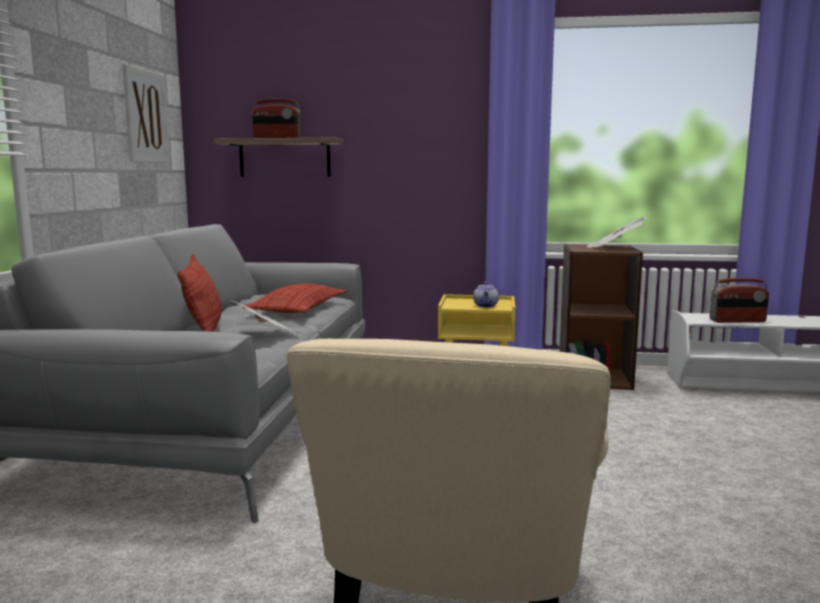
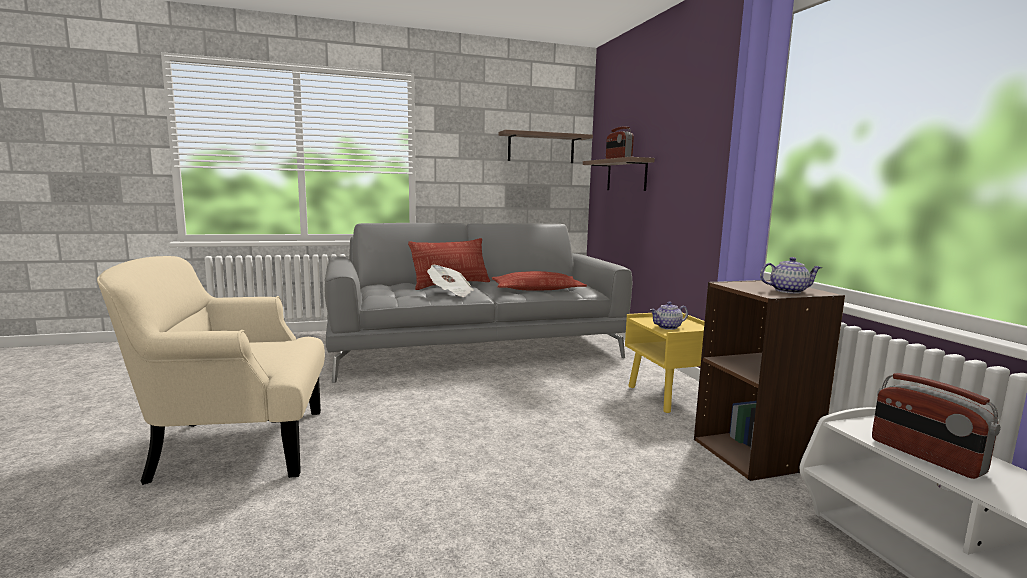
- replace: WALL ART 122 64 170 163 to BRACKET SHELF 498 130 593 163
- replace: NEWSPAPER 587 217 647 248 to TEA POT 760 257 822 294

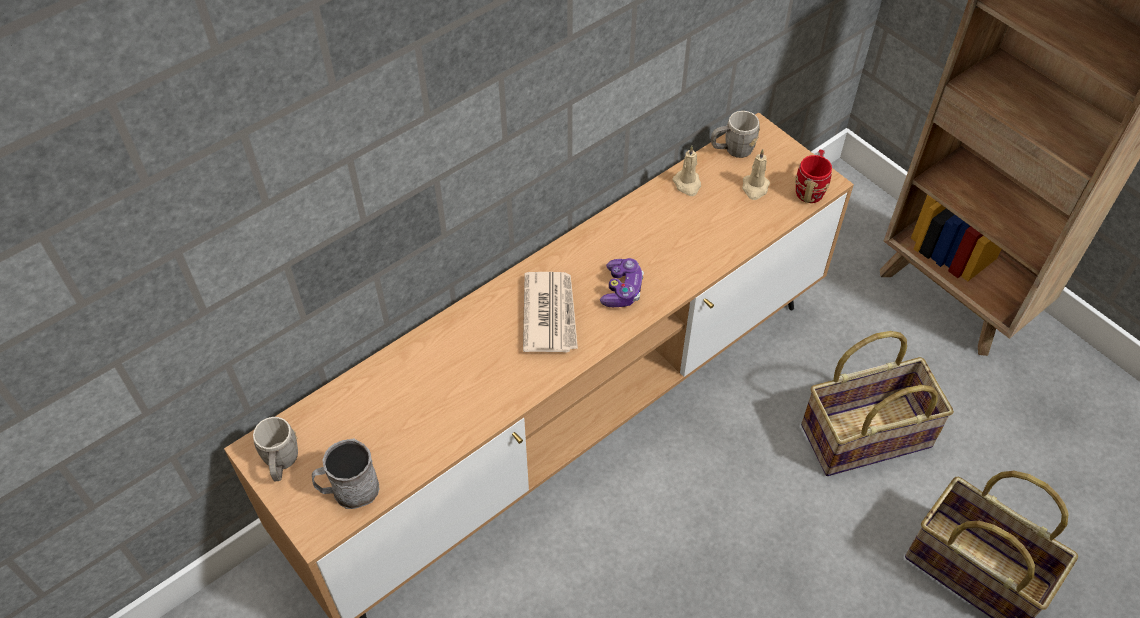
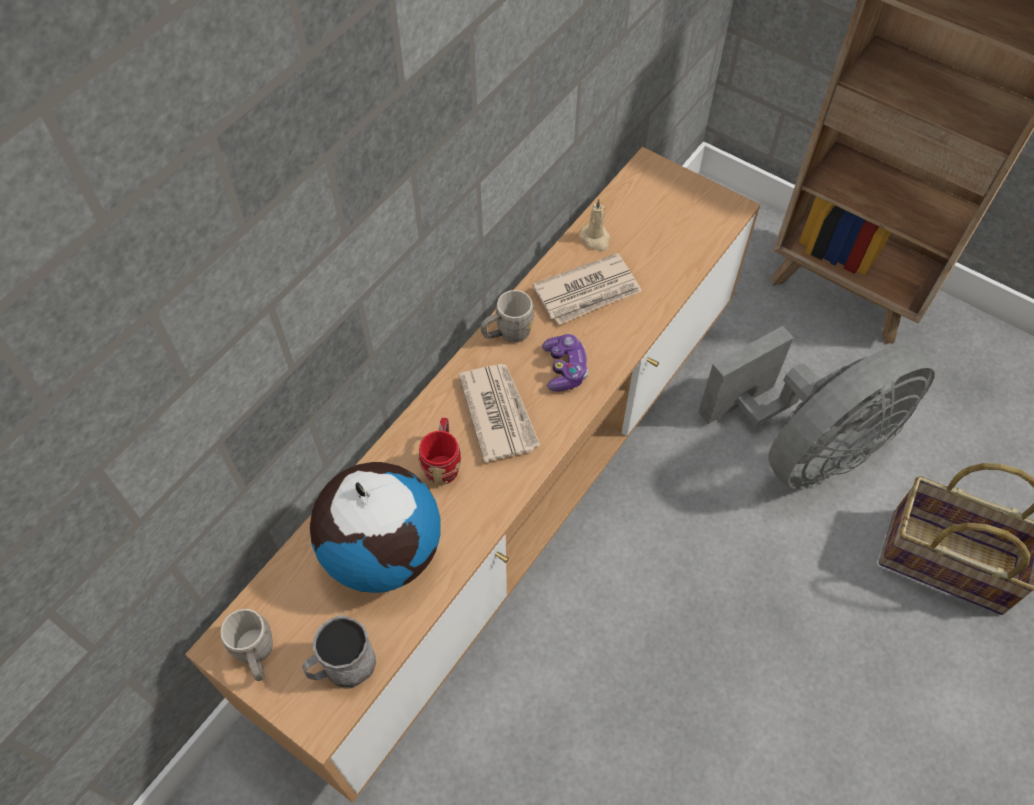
- delete: BEIGE-COLOURED WAX LIGHT 742 149 770 200
- insert: DESK GLOBE 310 462 441 593
- insert: NEWSPAPER 532 253 642 325
- move: GRAY MUG 711 111 760 158 to 481 290 534 343
- move: REDDISH MUG 795 150 832 203 to 418 418 461 486
- replace: STORAGE BASKET 801 331 954 476 to GRAY COOLING FAN 698 326 935 489

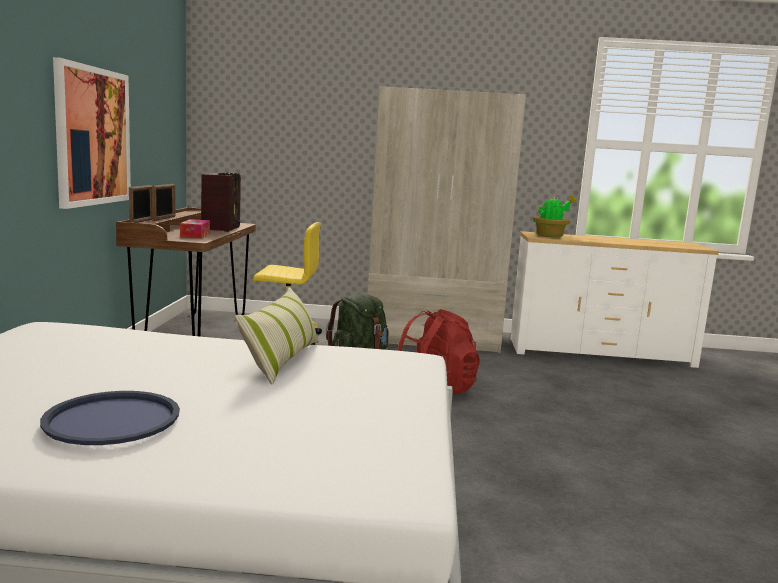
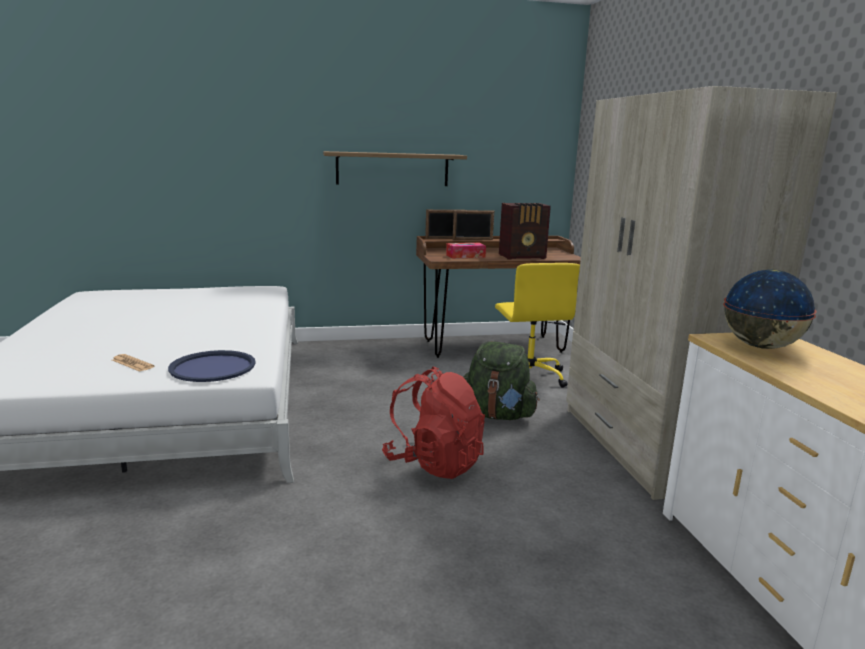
- delete: PILLOW 235 287 319 384
- insert: NEWSPAPER 112 354 154 372
- move: BLUISH TRAY 40 391 180 445 to 168 350 256 382
- replace: WALL ART 53 57 131 209 to BRACKET SHELF 323 151 467 186
- replace: PLANT IN A POT 533 195 577 237 to DESK GLOBE 723 270 817 349

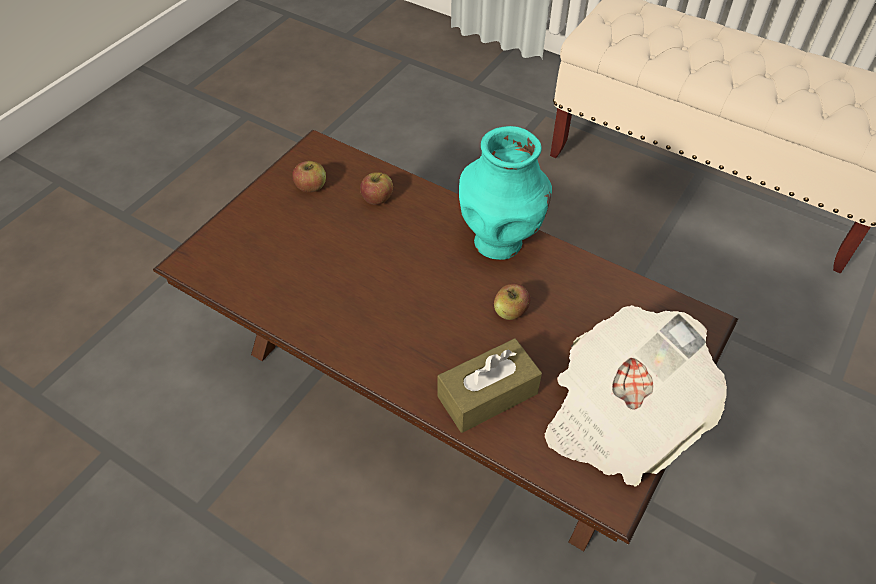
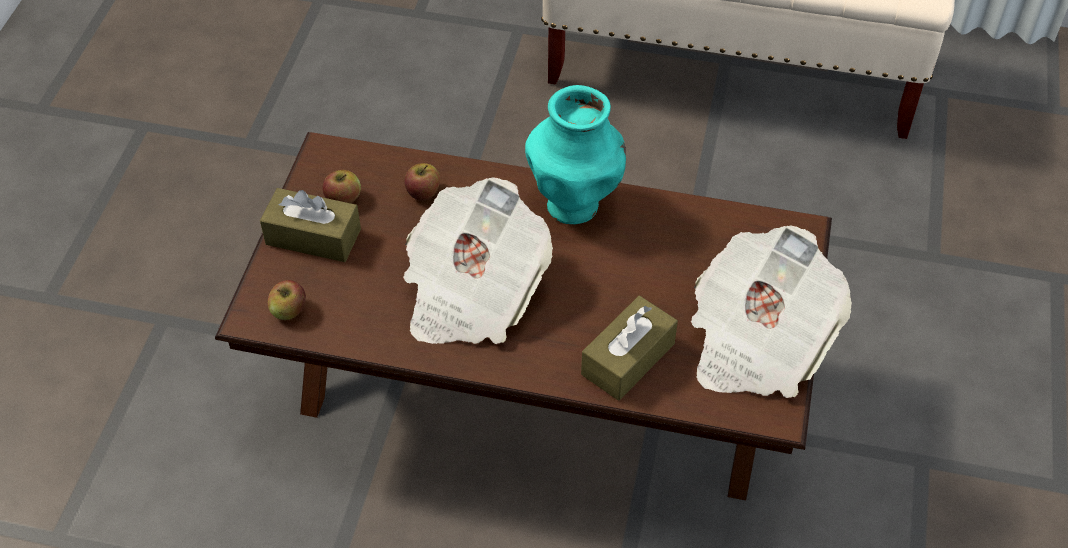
- insert: BROWNISH BOX OF TISSUES 260 188 361 262
- insert: NEWSPAPER 403 177 553 344
- move: APPLE 494 283 530 320 to 268 280 306 320

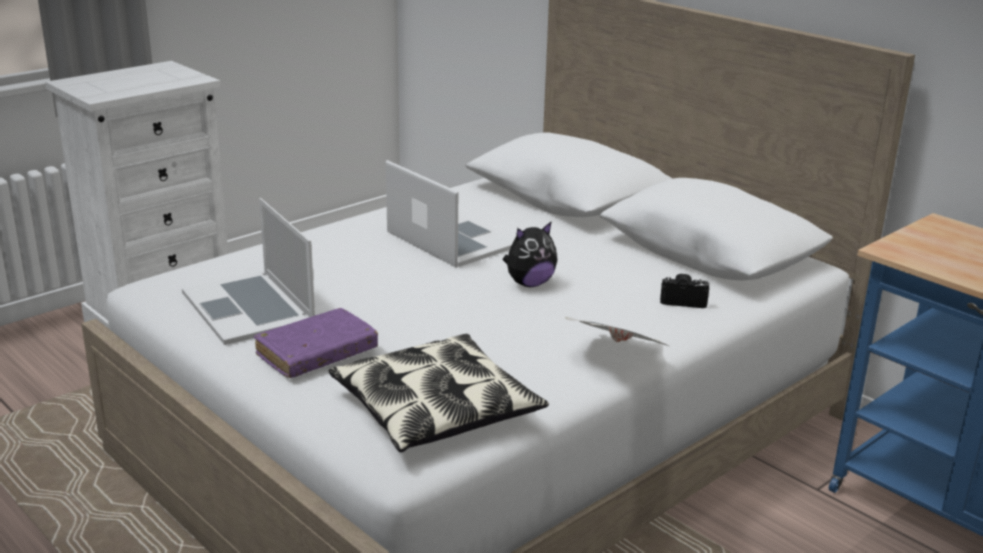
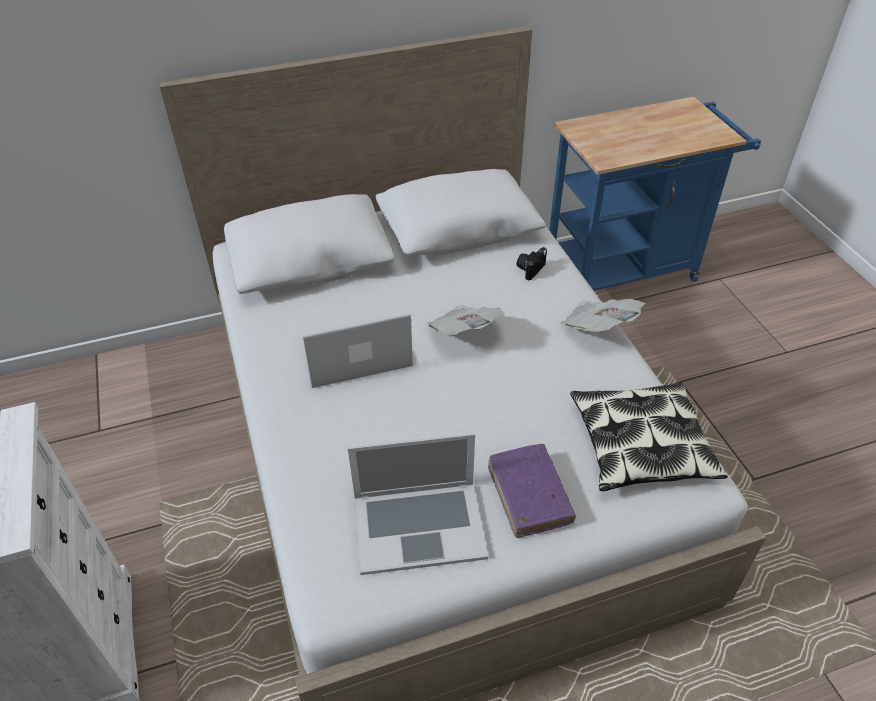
- replace: PLUSH TOY 503 221 557 287 to NEWSPAPER 427 305 505 335

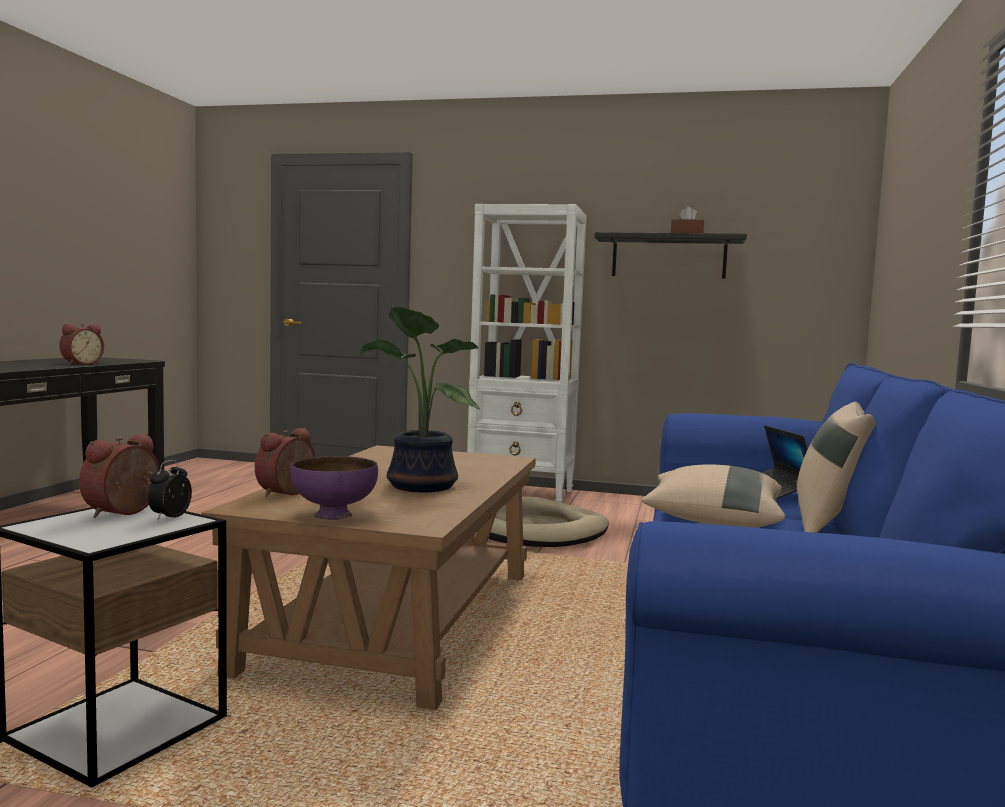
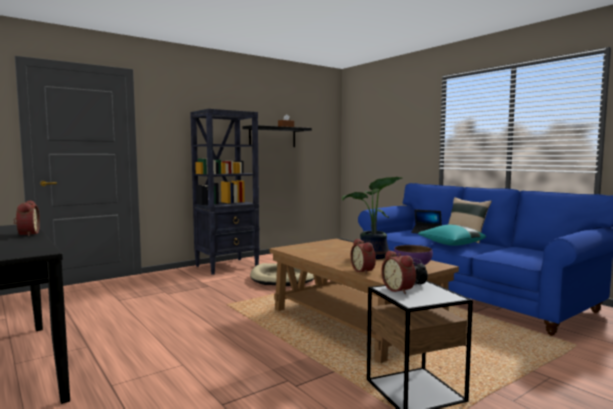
- recolor: WHITE BOOKCASE 467 204 587 503 to BLACK BOOKCASE 190 109 260 275
- recolor: BEIGE-COLOURED PILLOW 641 465 785 528 to TURQUOISE-COLOURED PILLOW 418 224 486 246

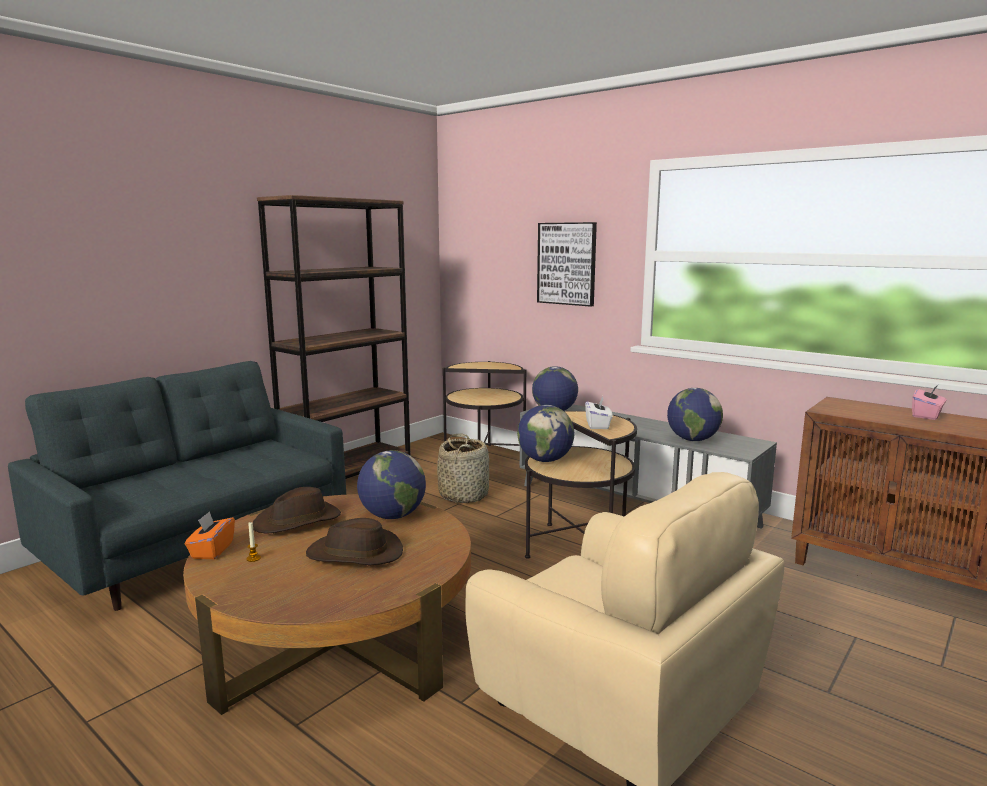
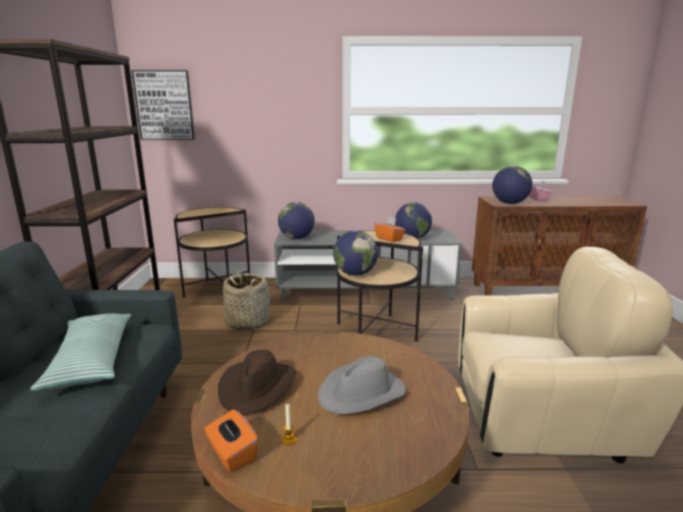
- insert: PILLOW 30 313 131 391
- move: DESK GLOBE 357 450 426 519 to 492 166 533 204
- move: WALL ART 537 222 597 307 to 131 70 195 140
- recolor: BROWNISH HAT 306 518 403 565 to GRAY HAT 318 356 406 414
- recolor: WHITE BOX OF TISSUES 585 396 612 429 to ORANGE BOX OF TISSUES 374 216 405 242

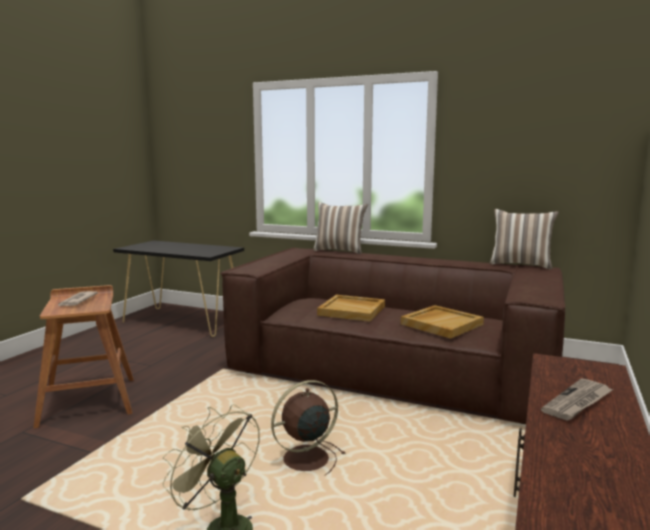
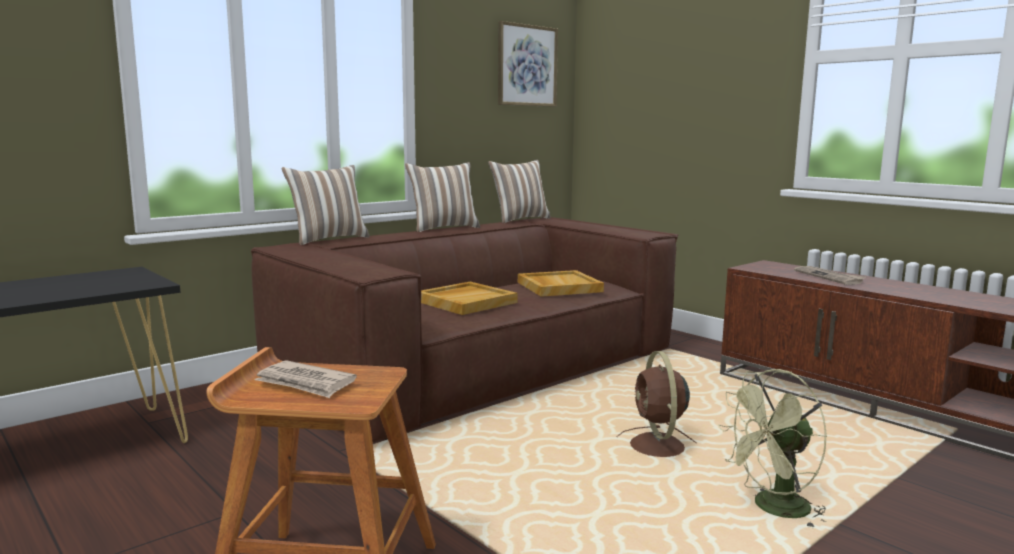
- insert: PILLOW 405 162 480 232
- insert: WALL ART 498 21 558 107

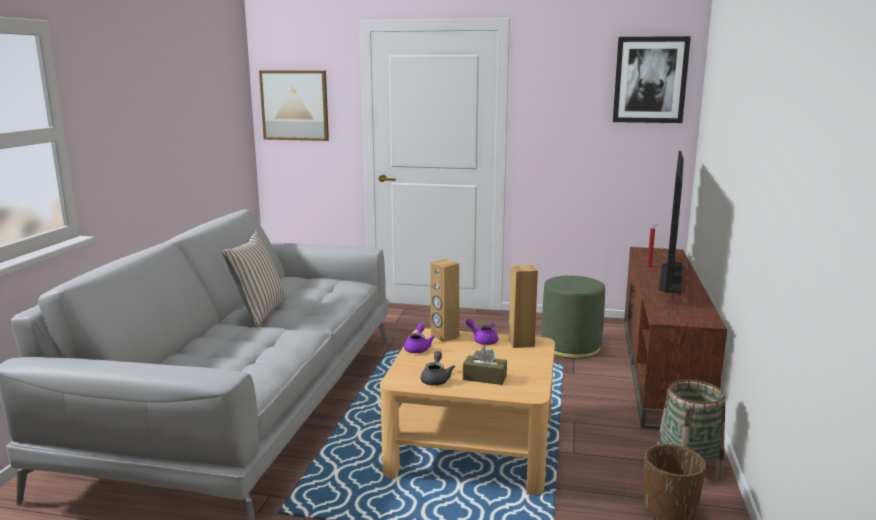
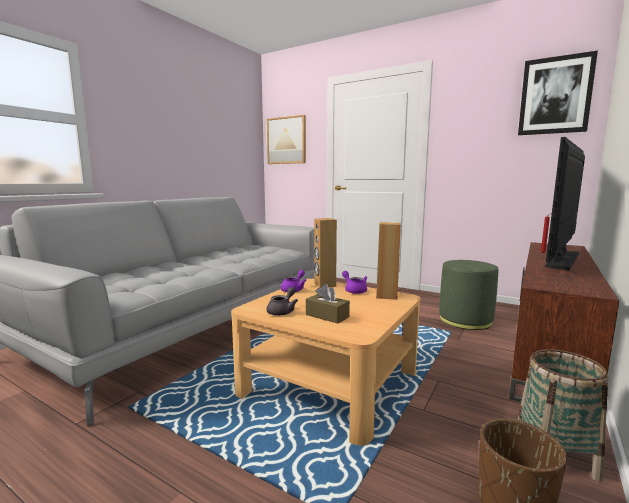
- delete: BEIGE-COLOURED PILLOW 222 230 287 327

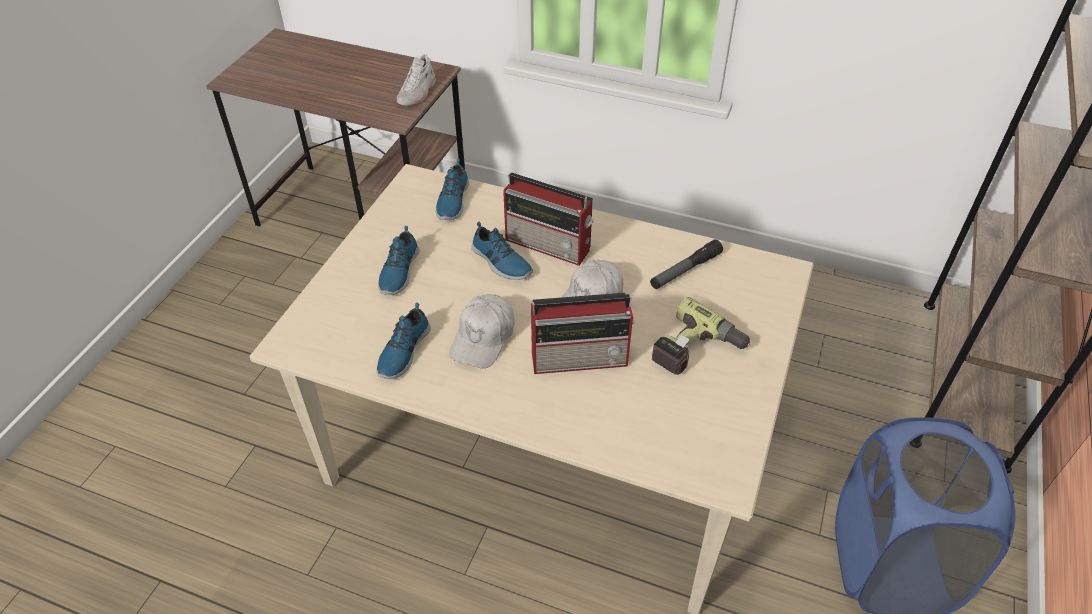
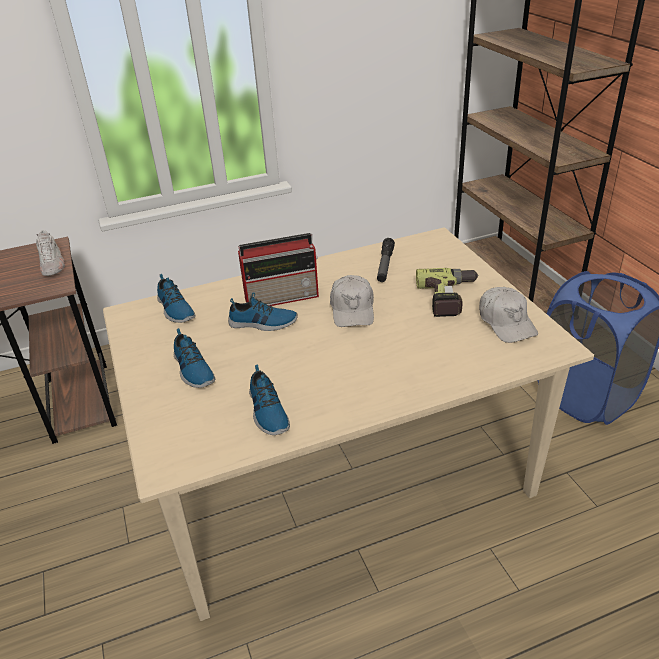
- delete: RADIO RECEIVER 531 293 635 374
- move: WHITE CAP 450 294 515 368 to 479 287 538 343

